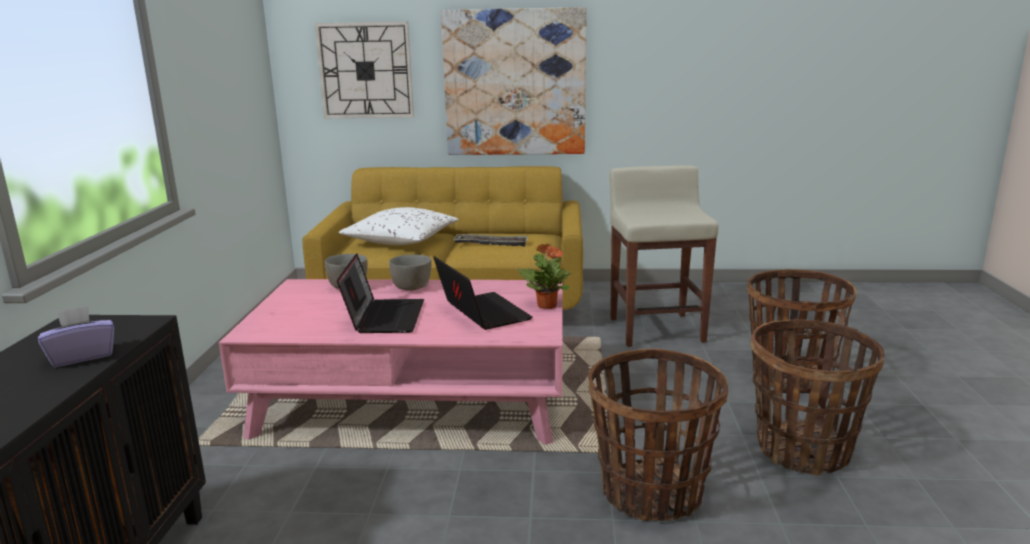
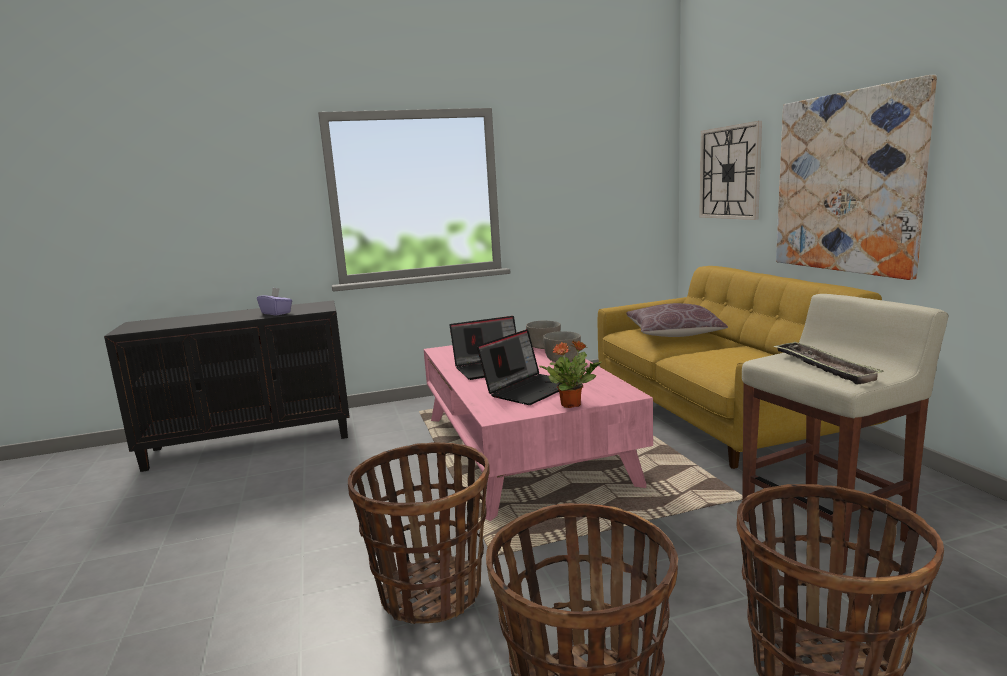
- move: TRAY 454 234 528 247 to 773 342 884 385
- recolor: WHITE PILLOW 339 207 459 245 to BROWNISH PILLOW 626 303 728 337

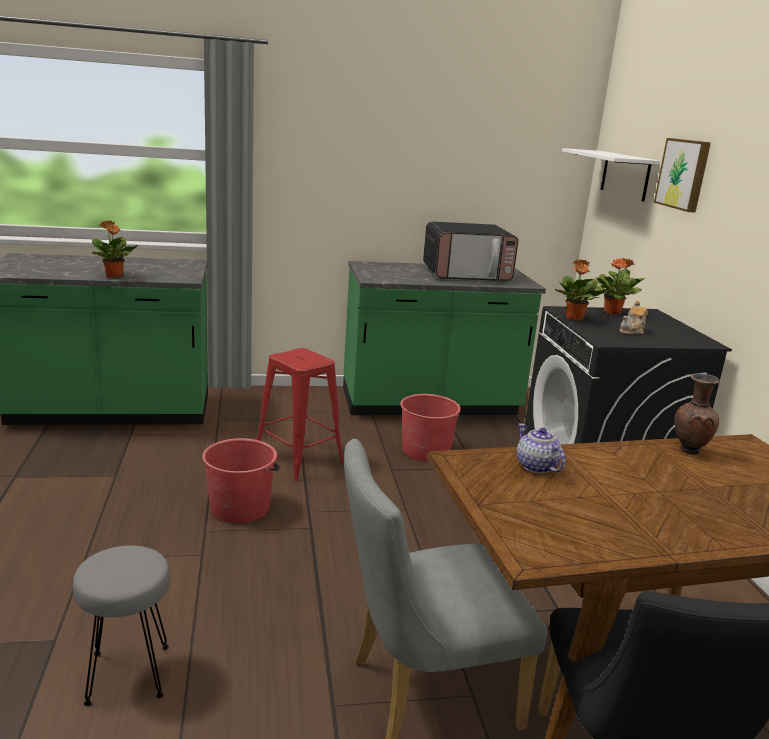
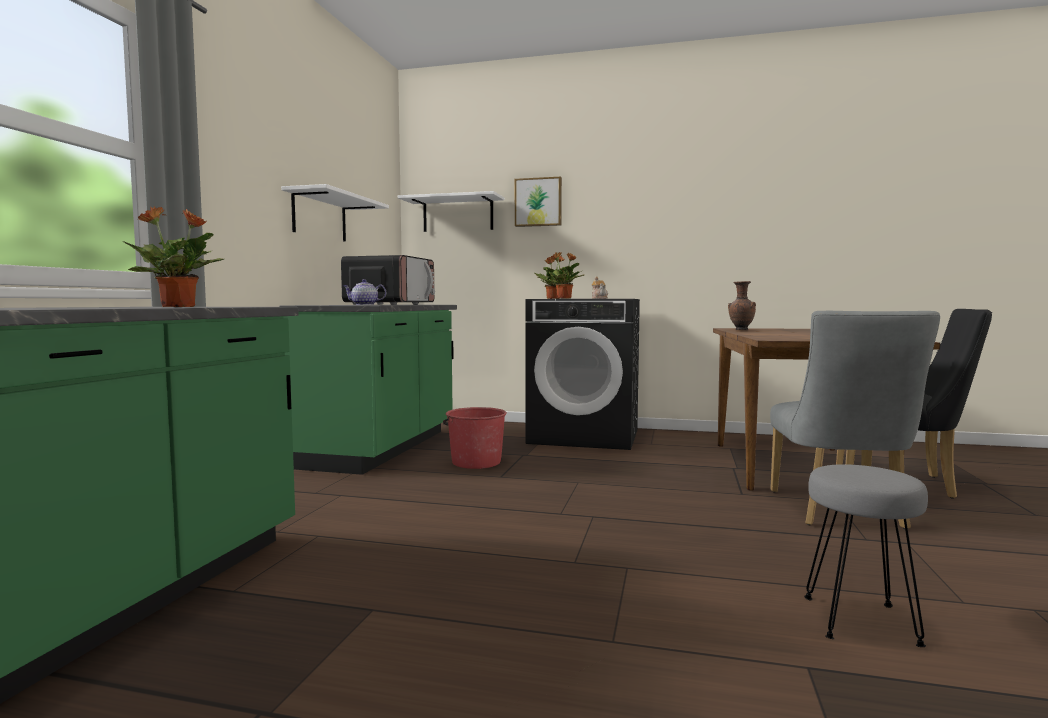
- delete: REDDISH PAIL 202 438 280 523
- delete: REDDISH SITTING STOOL 256 348 344 482
- insert: WHITE BRACKET SHELF 281 184 389 242
- move: TEA POT 517 423 566 474 to 343 279 386 305

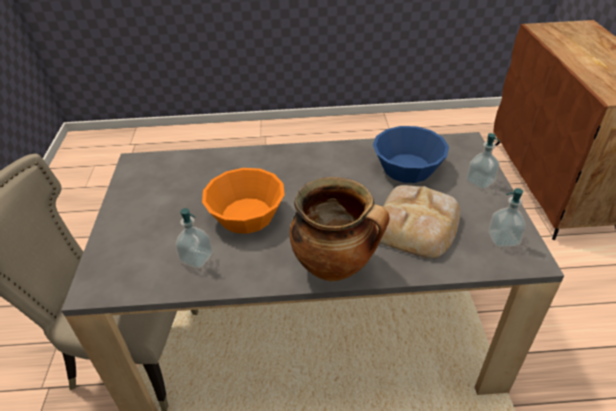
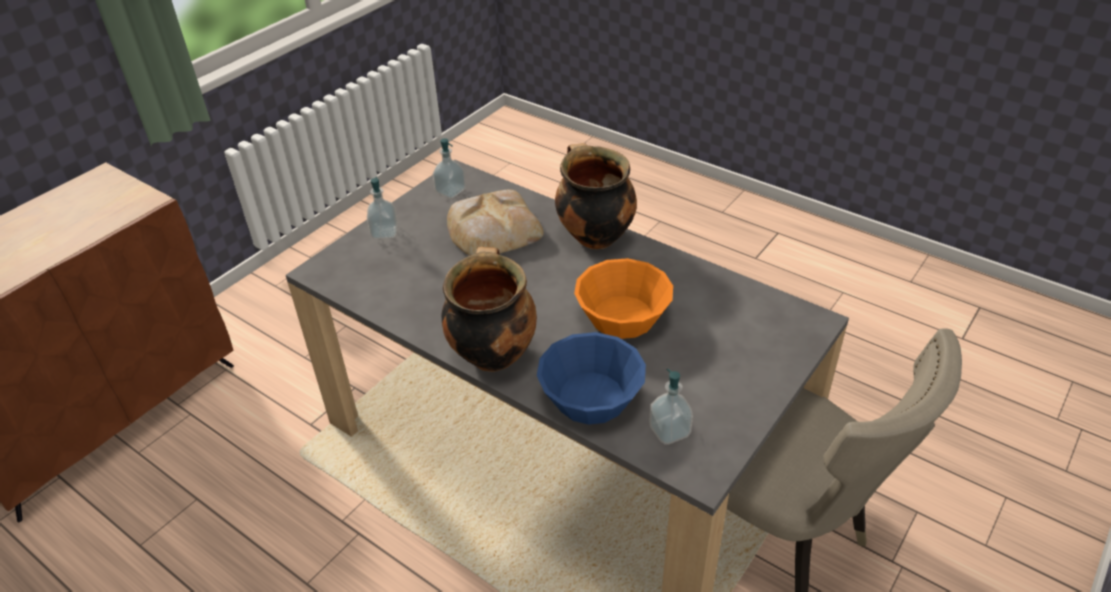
- insert: SAUCEPOT 441 247 537 372
- move: LIQUID SOAP BOTTLE 175 208 213 268 to 649 369 693 445
- move: BLUISH BOWL 373 126 449 183 to 537 332 646 425

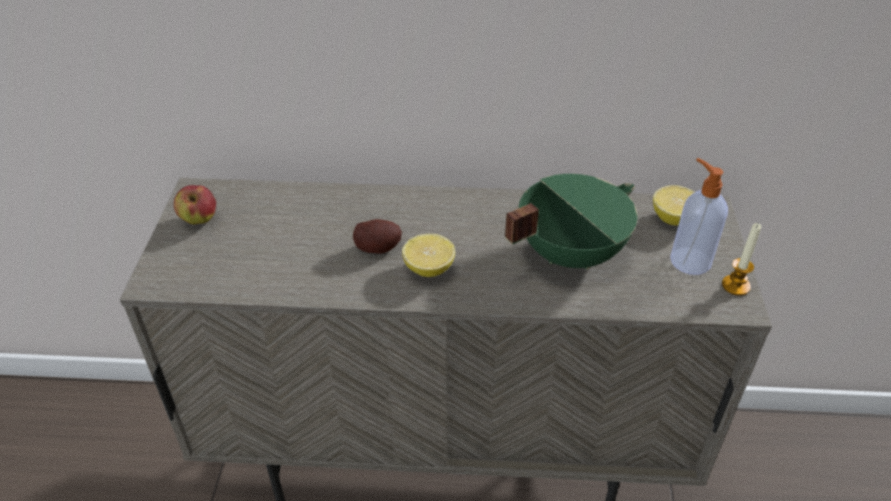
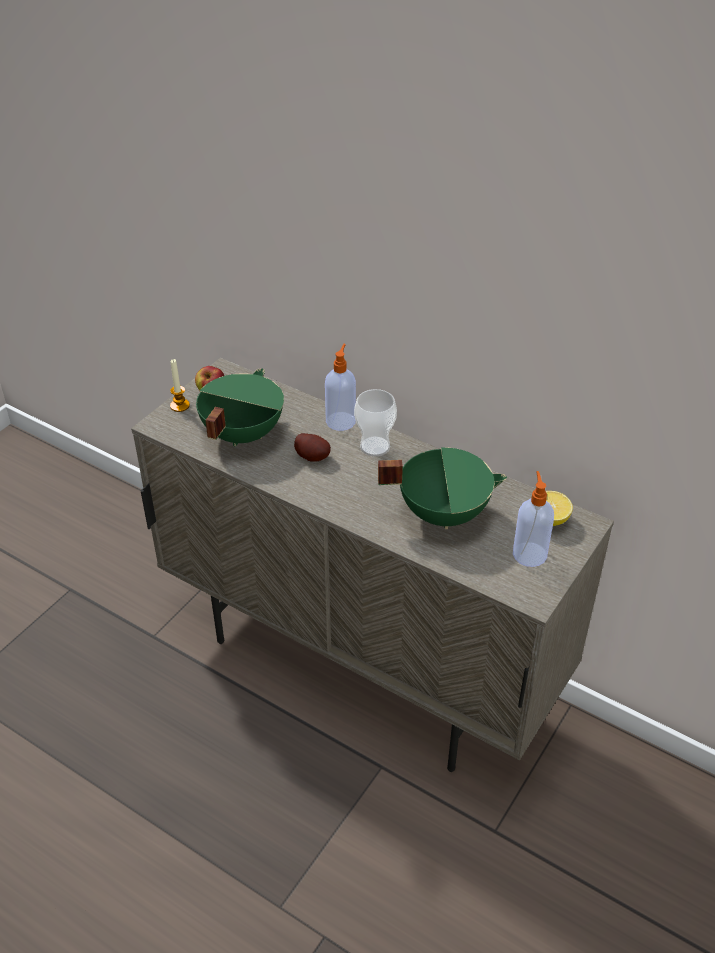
- delete: WHOLE LEMON 402 234 455 277
- insert: GREEN SAUCEPOT 196 368 284 447
- insert: LIQUID SOAP BOTTLE 325 344 356 431
- insert: SMALL CUP 354 389 397 456
- move: WAX LIGHT 722 223 761 296 to 170 359 190 412

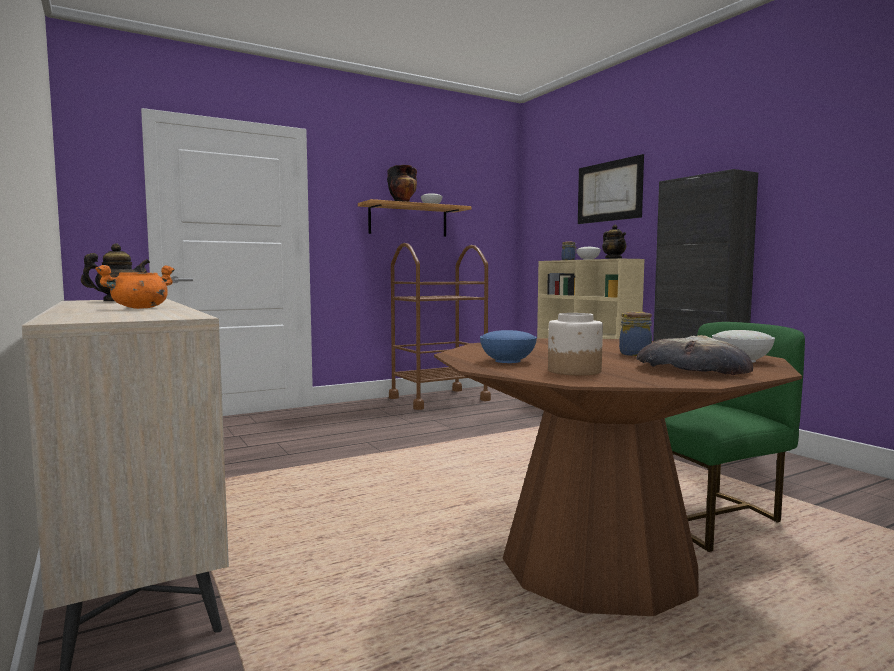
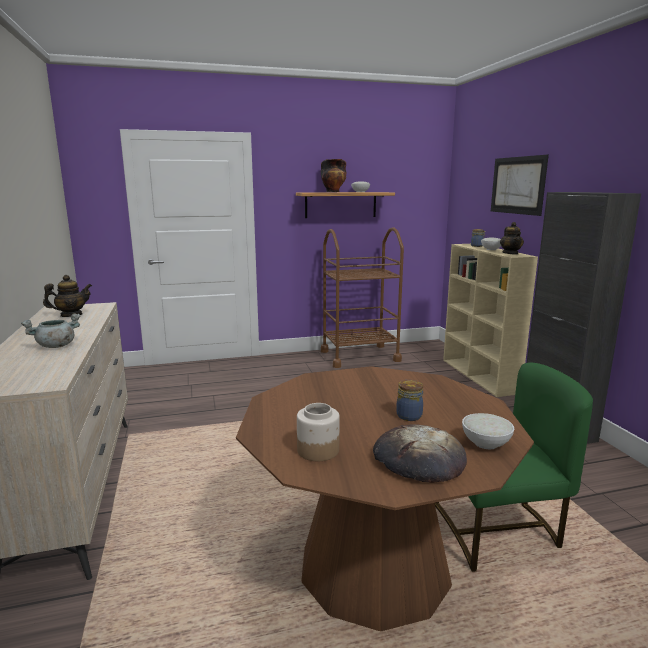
- delete: BLUISH BOWL 480 330 537 363
- recolor: ORANGE SAUCEPOT 95 265 175 309 to GRAY SAUCEPOT 21 313 80 348

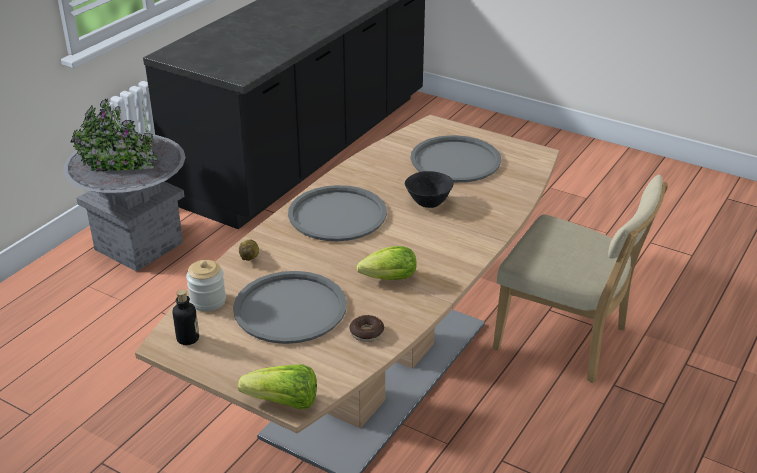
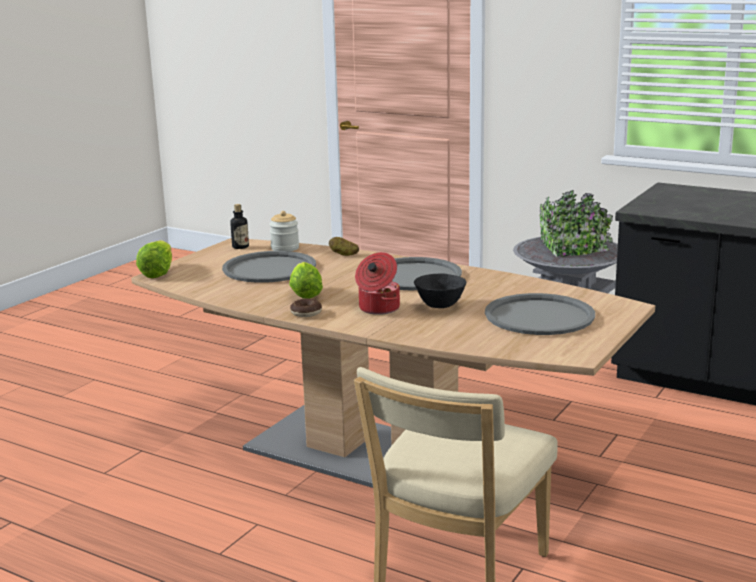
- insert: SAUCEPOT 355 252 400 315
- move: DONUT 349 315 384 342 to 290 299 322 317

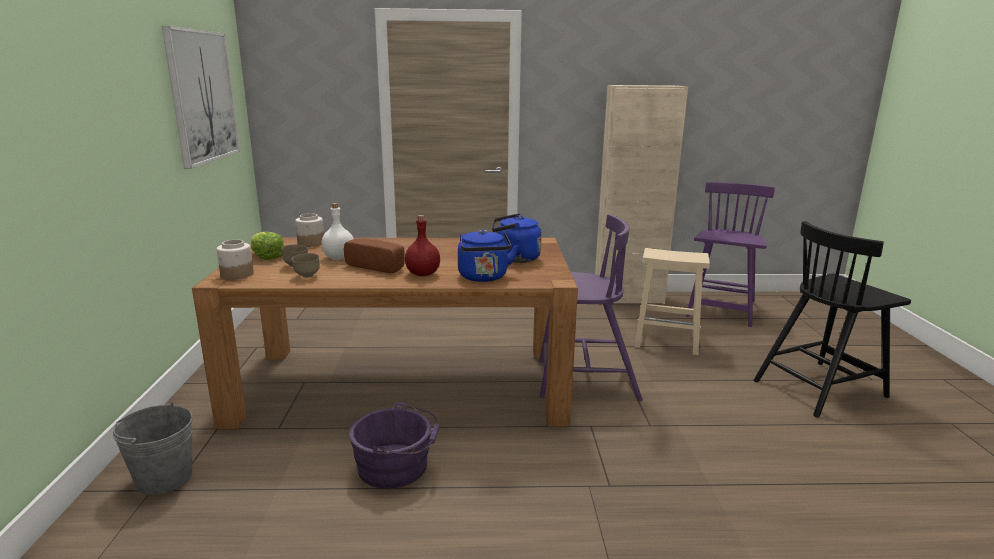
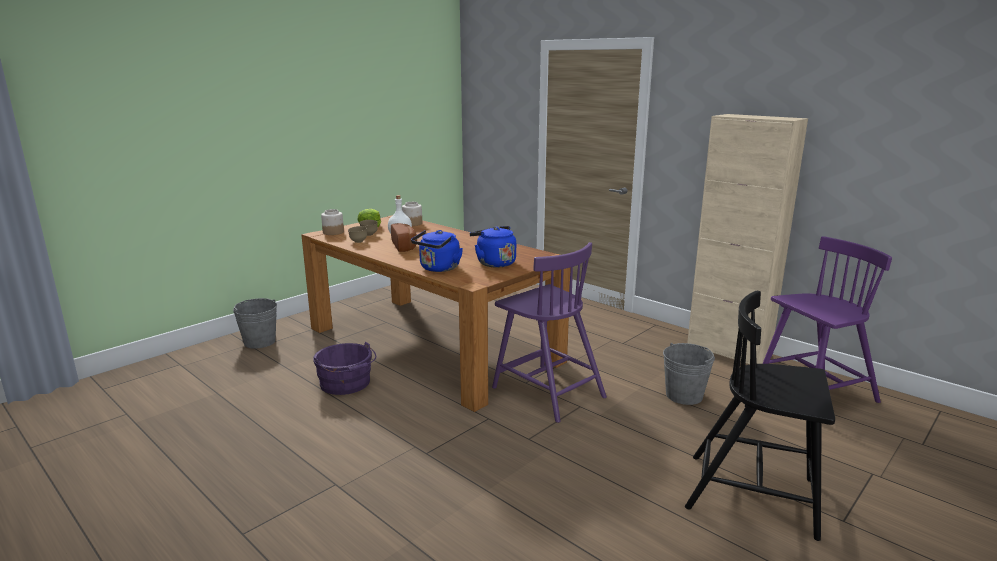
- delete: WALL ART 162 26 240 169
- delete: REDDISH BOTTLE 405 215 440 276
- replace: BEIGE-COLOURED SITTING STOOL 634 248 710 355 to GRAY PAIL 663 343 715 405

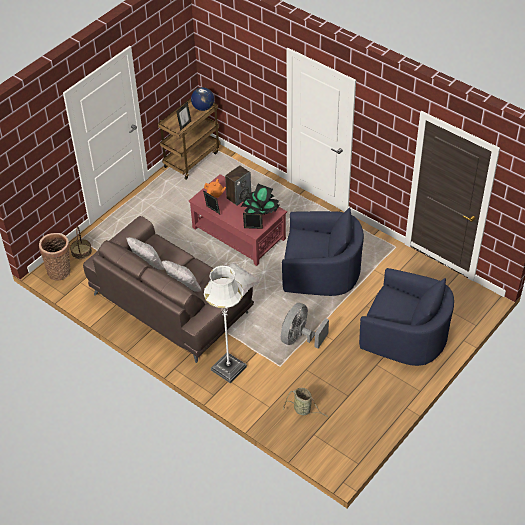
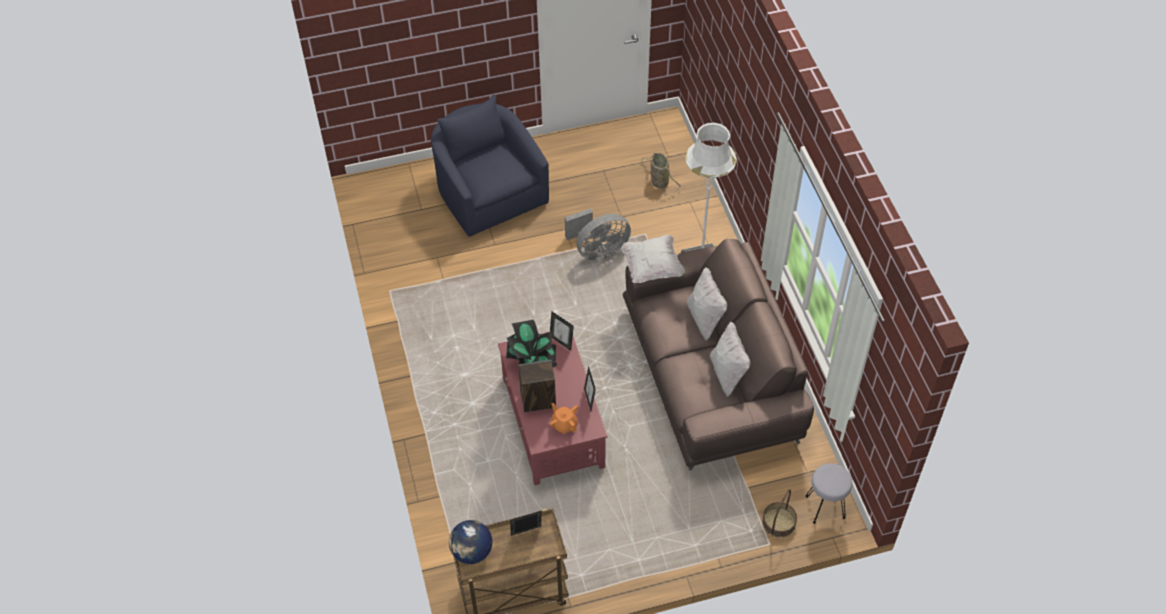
- delete: BLUISH ARMCHAIR 282 207 364 296
- replace: STORAGE BASKET 39 233 71 280 to GRAY SITTING STOOL 806 463 852 524

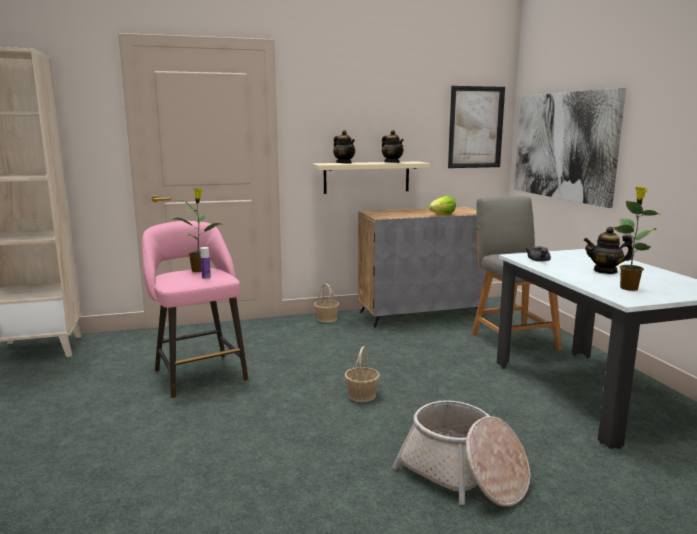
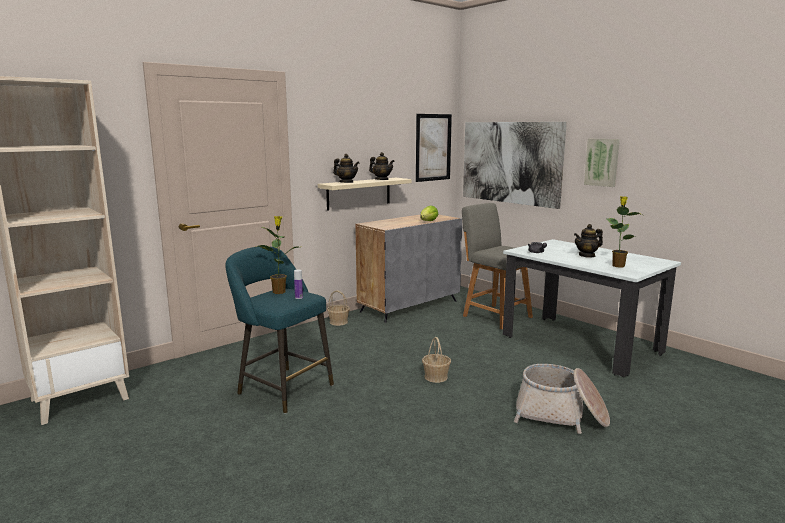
- insert: WALL ART 584 139 620 187
- recolor: PINKISH SITTING STOOL 142 221 248 399 to TURQUOISE-COLOURED SITTING STOOL 225 246 334 414

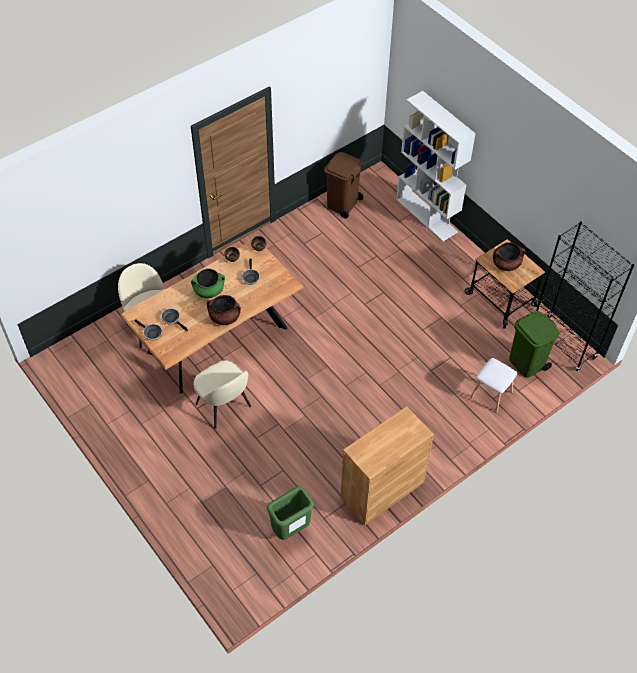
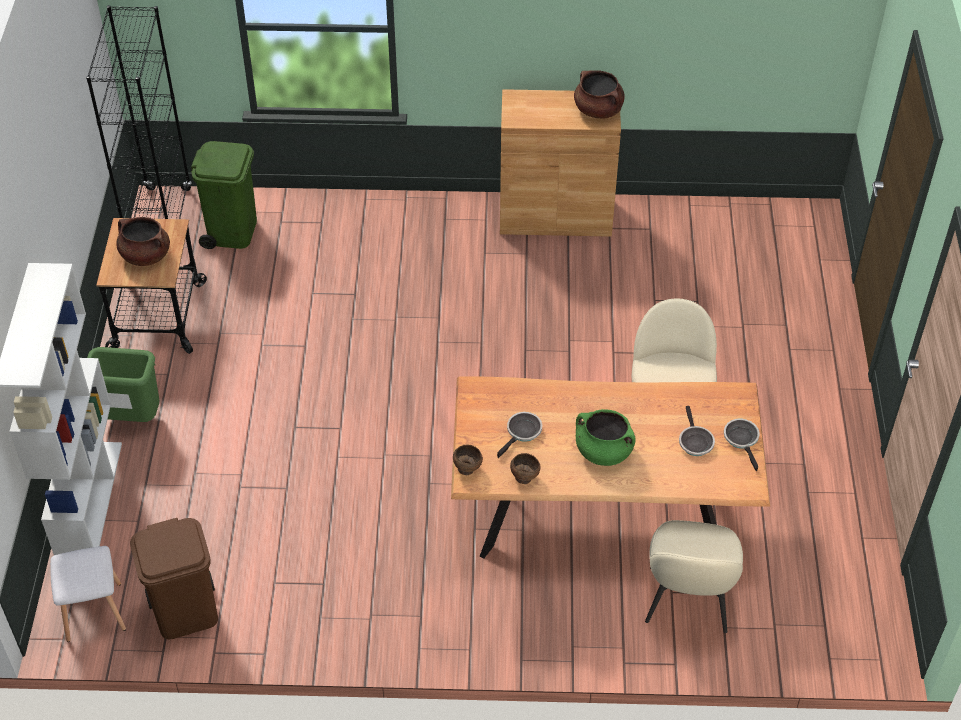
- move: BROWNISH SAUCEPOT 207 295 241 325 to 574 70 625 119
- move: GREEN WASTE BIN 267 487 314 540 to 87 347 159 422
- move: WHITE SITTING STOOL 471 358 517 413 to 50 546 126 642

